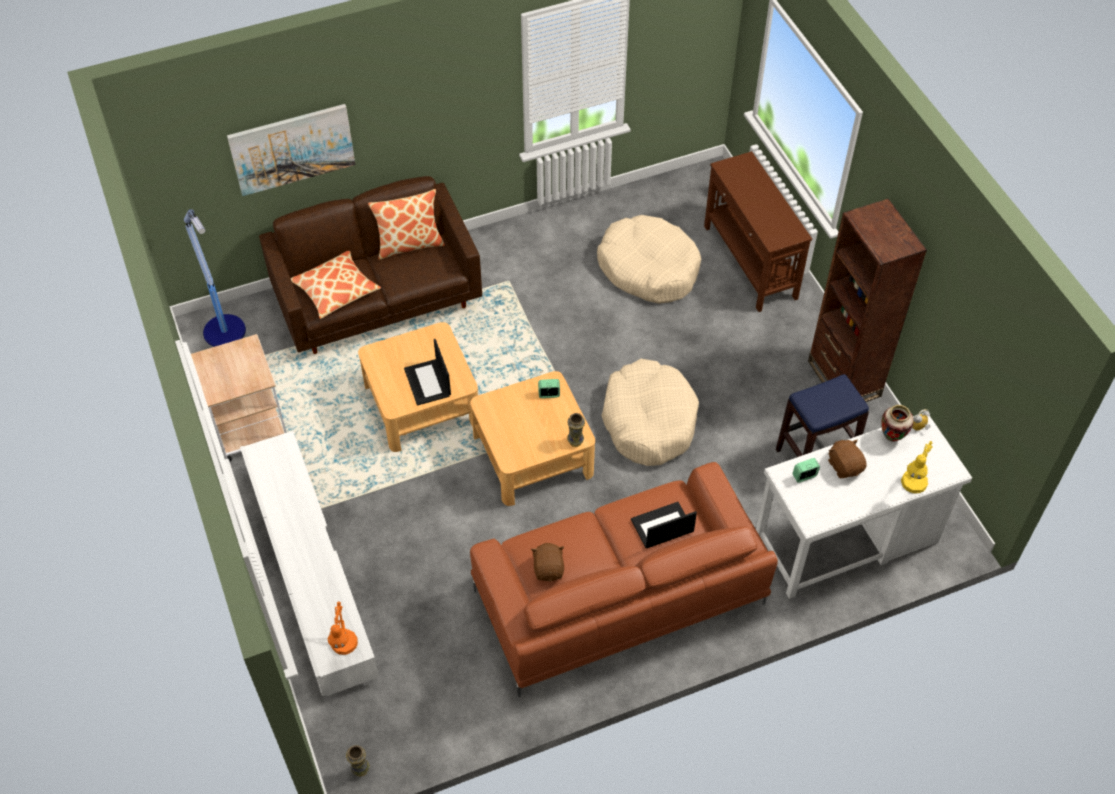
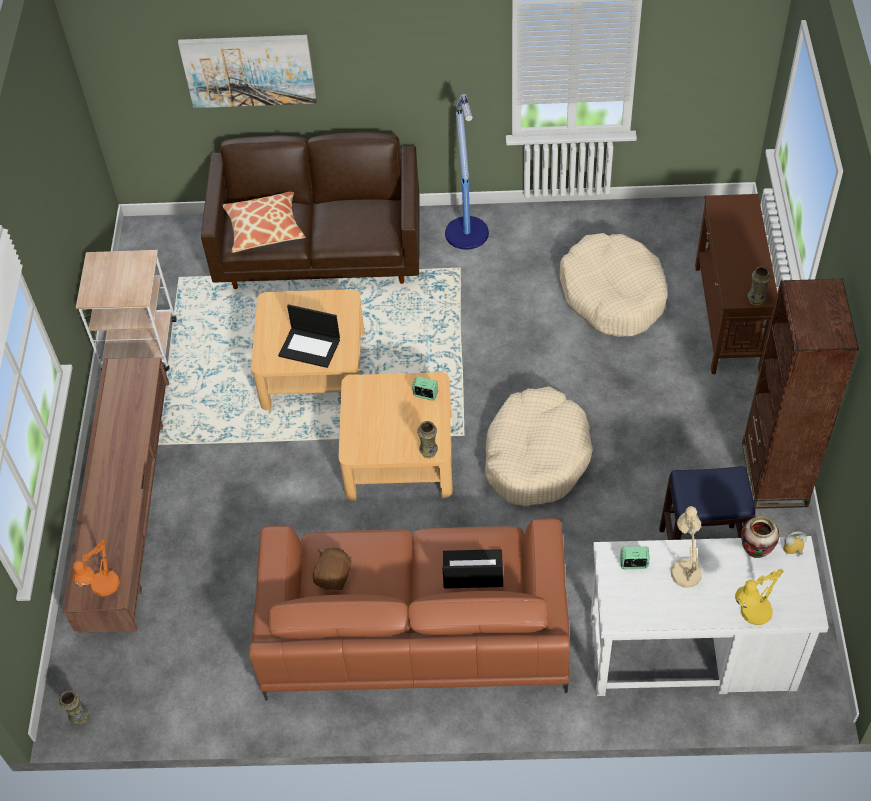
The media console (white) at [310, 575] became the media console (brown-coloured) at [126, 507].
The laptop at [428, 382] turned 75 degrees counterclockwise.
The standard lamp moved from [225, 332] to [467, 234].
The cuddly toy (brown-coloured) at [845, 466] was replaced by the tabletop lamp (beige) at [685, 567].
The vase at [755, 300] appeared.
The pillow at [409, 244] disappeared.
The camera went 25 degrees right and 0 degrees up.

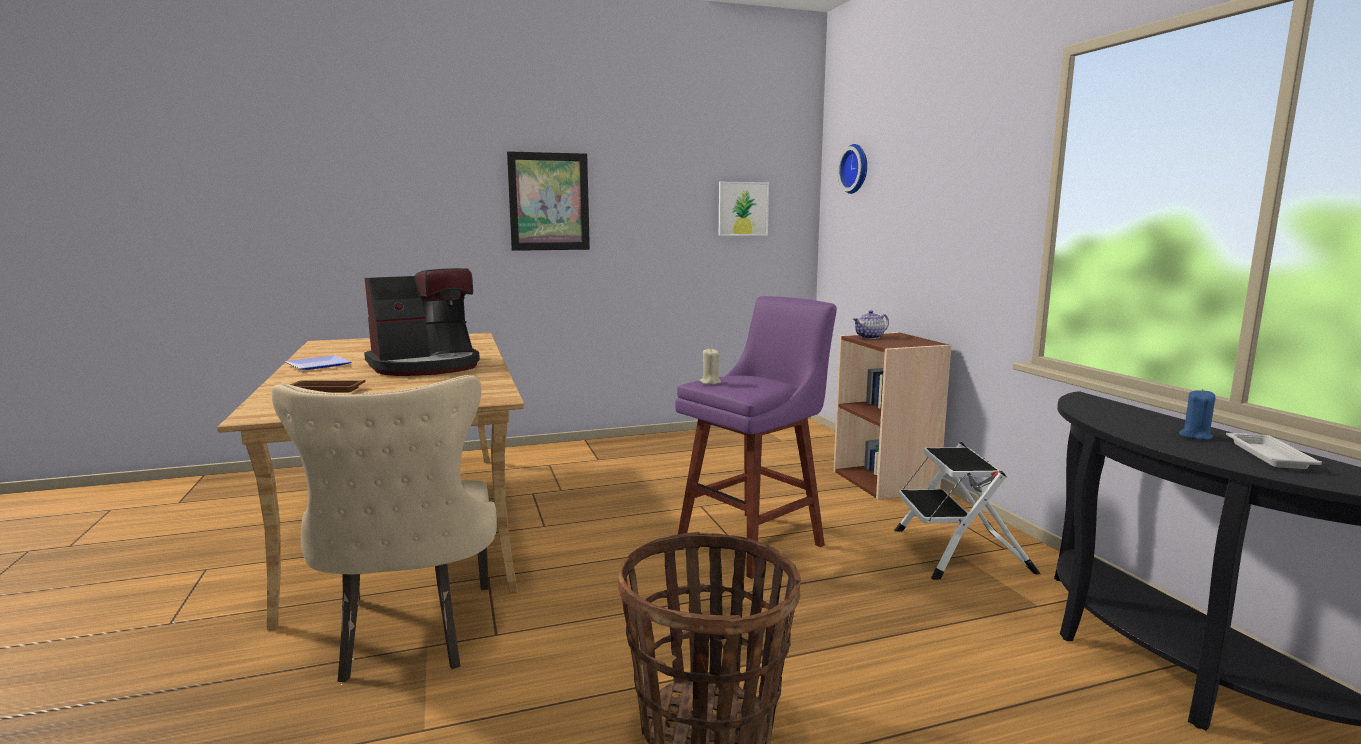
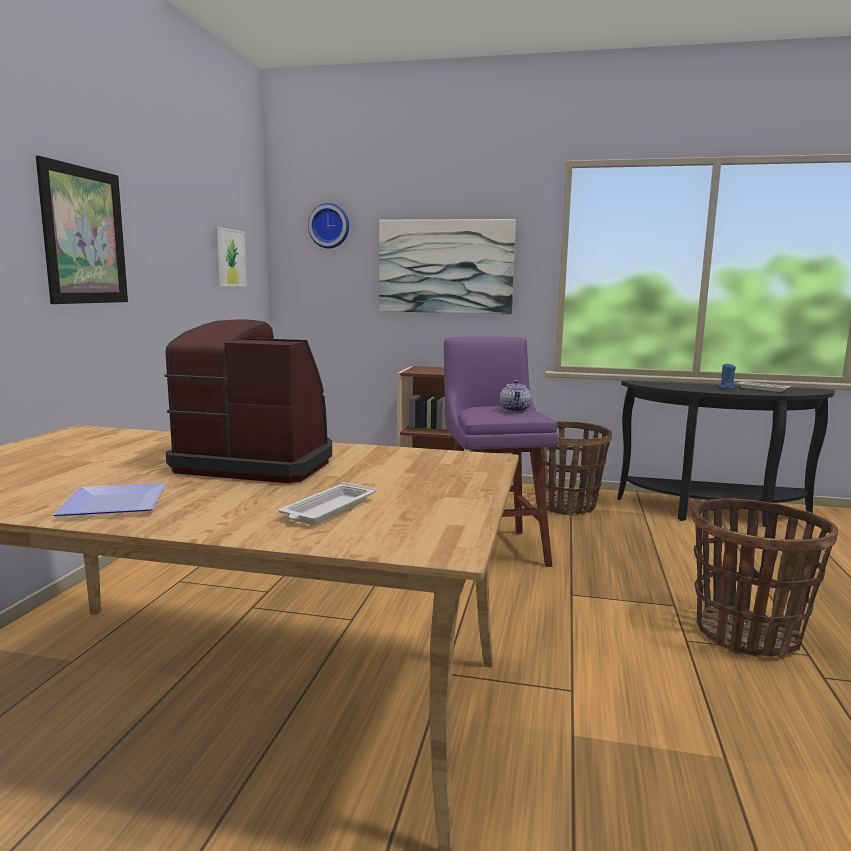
The coffee brewer at [426, 366] turned 75 degrees counterclockwise.
The tray (brown-coloured) at [325, 390] became the tray (white) at [328, 510].
The wall art at [445, 266] appeared.
The pot for tea moved from [870, 337] to [515, 410].
The step stool at [960, 552] was replaced by the storage basket at [566, 505].
The plain chair (beige) at [410, 634] disappeared.
The candle (beige) at [710, 382] disappeared.
The camera went 60 degrees left and 0 degrees up.

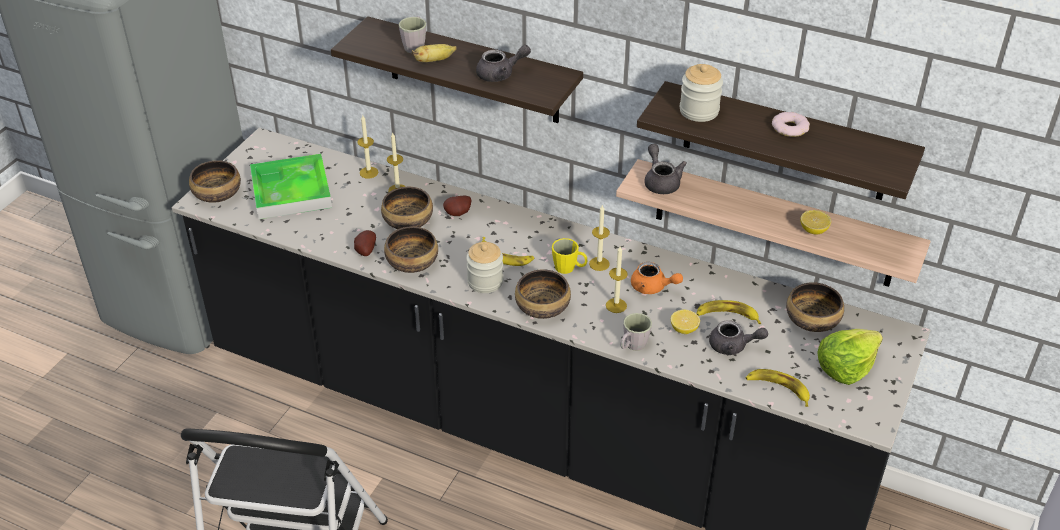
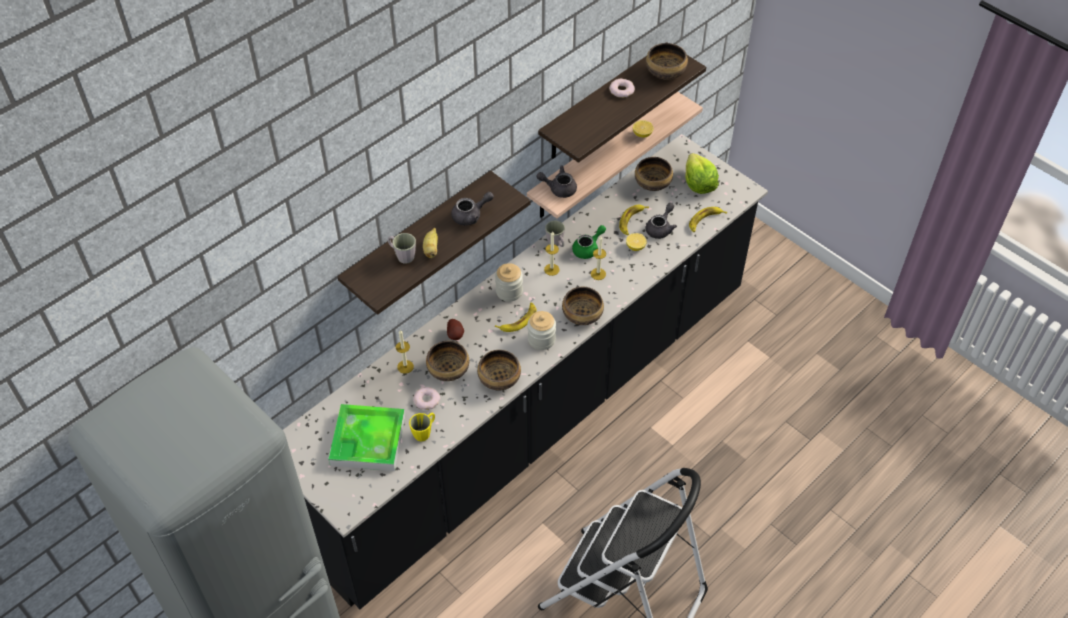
The coffee mug (yellow-coloured) moved from [569, 268] to [424, 432].
The doughnut at [427, 400] appeared.
The pot for tea (gray) at [500, 74] turned 60 degrees clockwise.
The jar moved from [699, 111] to [509, 291].
The coffee mug (gray) moved from [632, 346] to [556, 243].
The pot for tea (orangey) at [652, 287] became the pot for tea (green-coloured) at [588, 249].
The bowl moved from [217, 194] to [665, 72].
The whole potato at [365, 251] disappeared.
The candle at [369, 172] disappeared.
The camera went 70 degrees left and 10 degrees up.

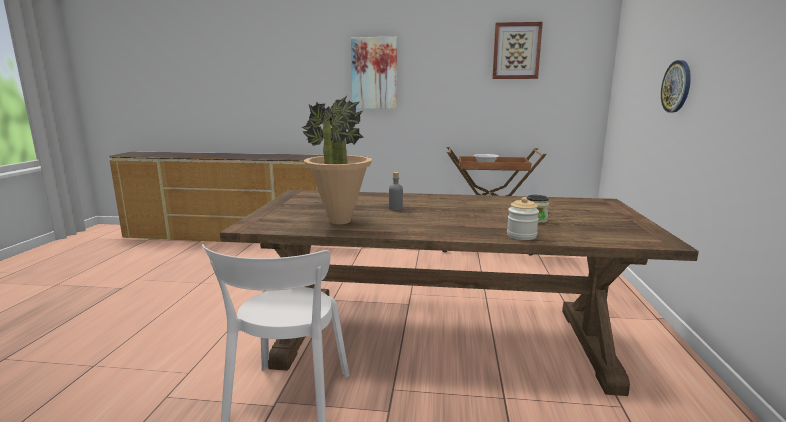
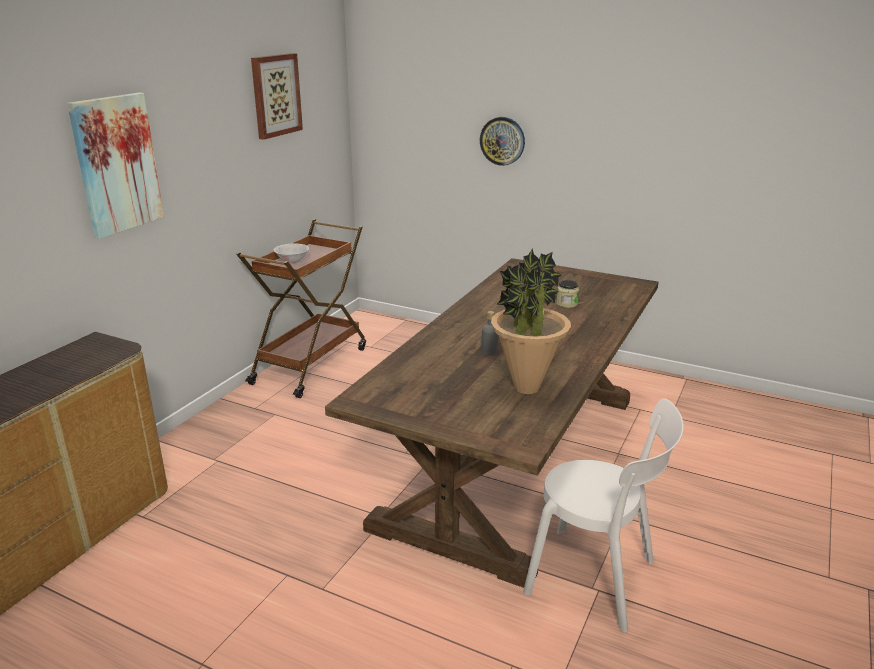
The jar at [521, 236] disappeared.
The camera went 70 degrees left and 10 degrees up.

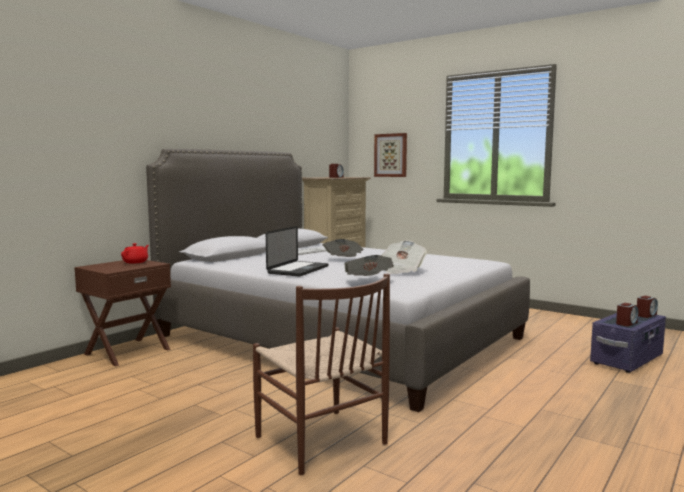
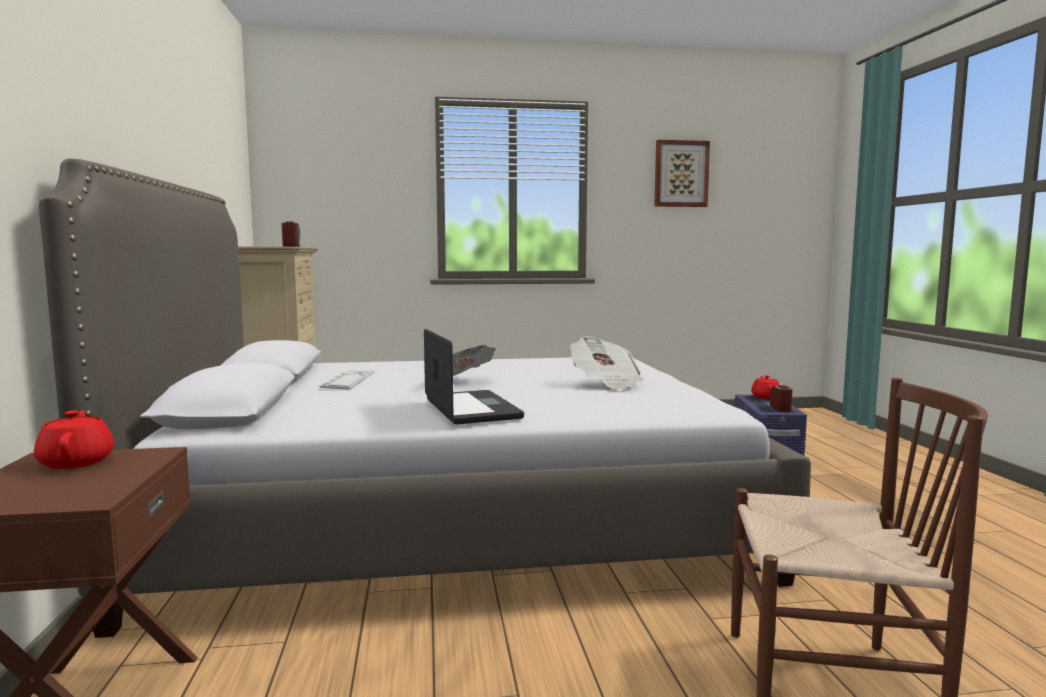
The wall art moved from [391, 155] to [681, 174].
The bedside clock at [646, 315] was replaced by the pot for tea (red) at [765, 397].
The newspaper at [368, 280] disappeared.
The camera went 45 degrees left and 0 degrees up.

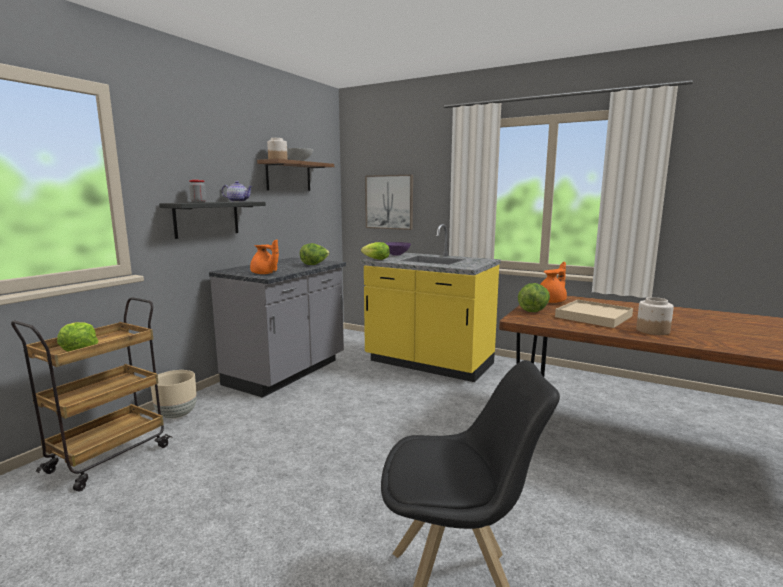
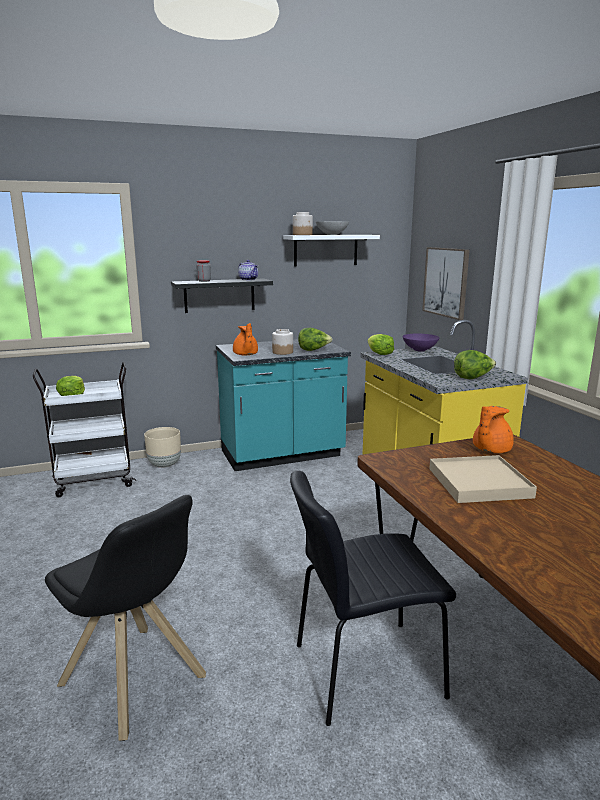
The cart (brown-coloured) at [110, 458] became the cart (white) at [95, 482].
The kitchen base unit (gray) at [287, 373] became the kitchen base unit (blue-green) at [282, 455].
The jar moved from [652, 330] to [282, 352].
The bracket shelf (brown-coloured) at [288, 176] became the bracket shelf (white) at [325, 250].
The plain chair (black-coloured) at [362, 671] appeared.
The lettuce moved from [533, 310] to [473, 378].
The pot for tea (orangey) at [552, 301] turned 135 degrees clockwise.
The camera went 40 degrees right and 5 degrees up.

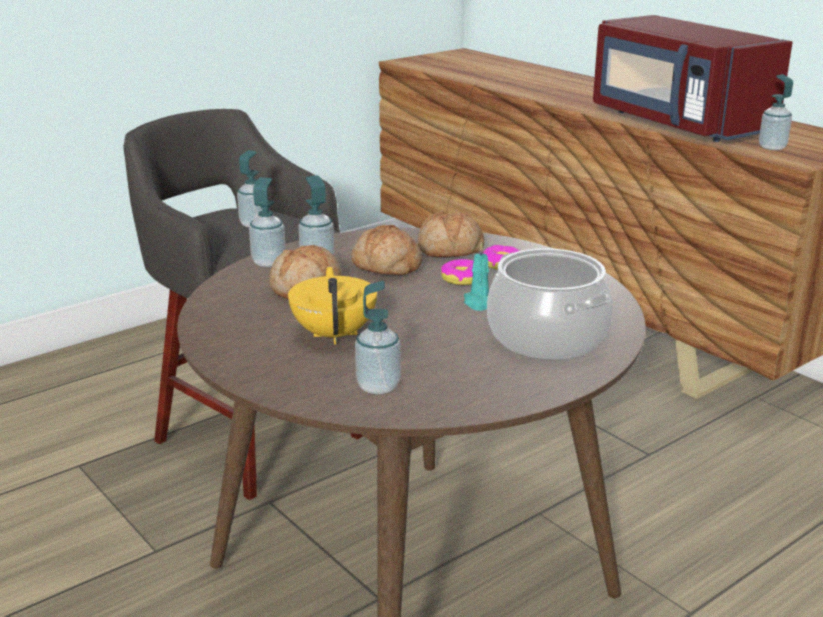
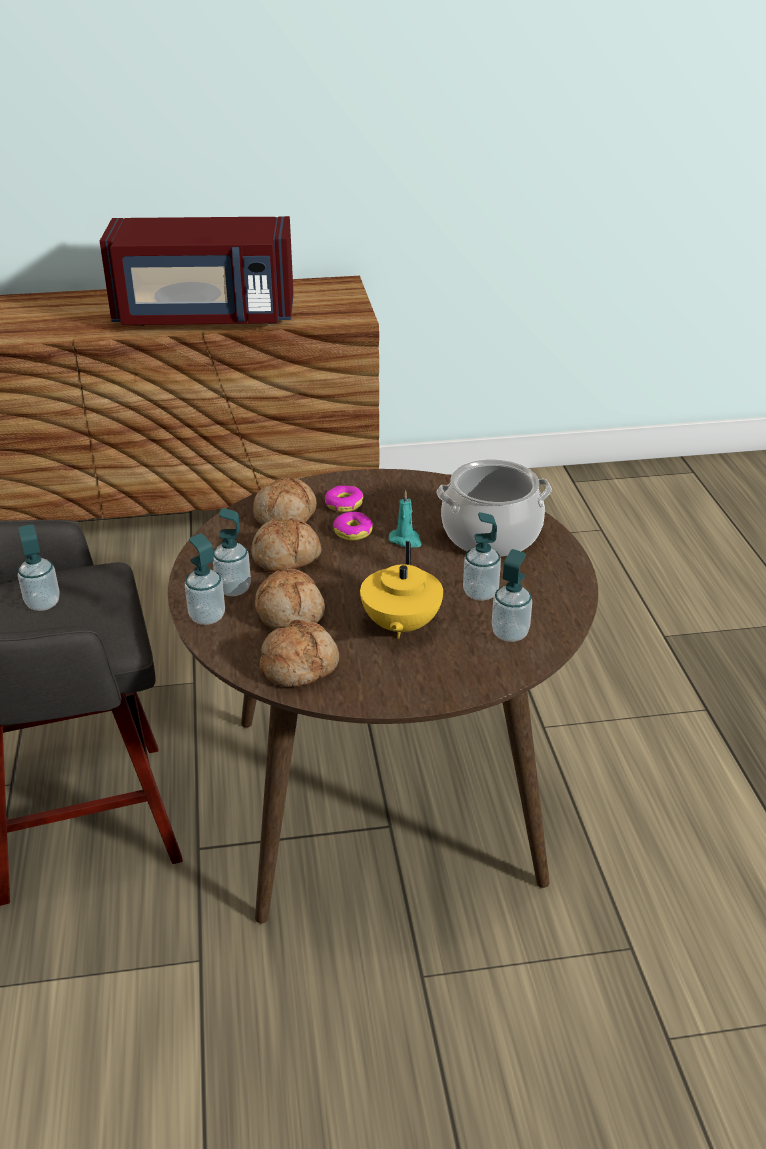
The bread at [299, 665] appeared.
The pot for tea (yellow-coloured) at [335, 334] turned 105 degrees counterclockwise.
The soap bottle moved from [772, 147] to [480, 593].
The camera went 60 degrees left and 10 degrees up.

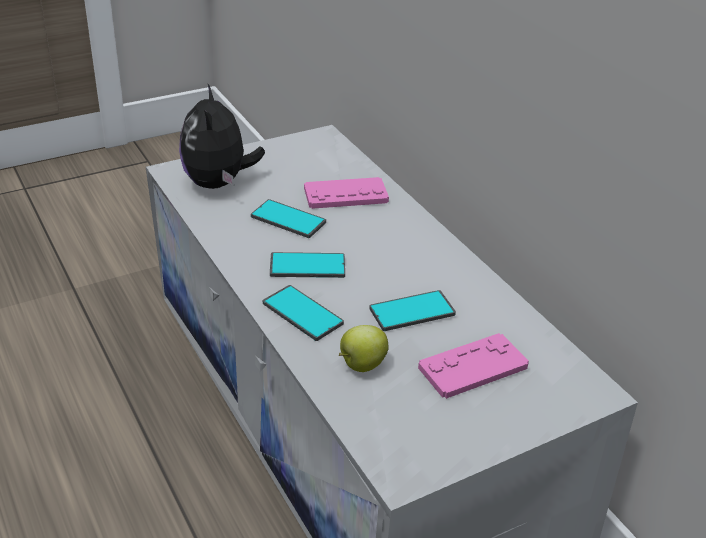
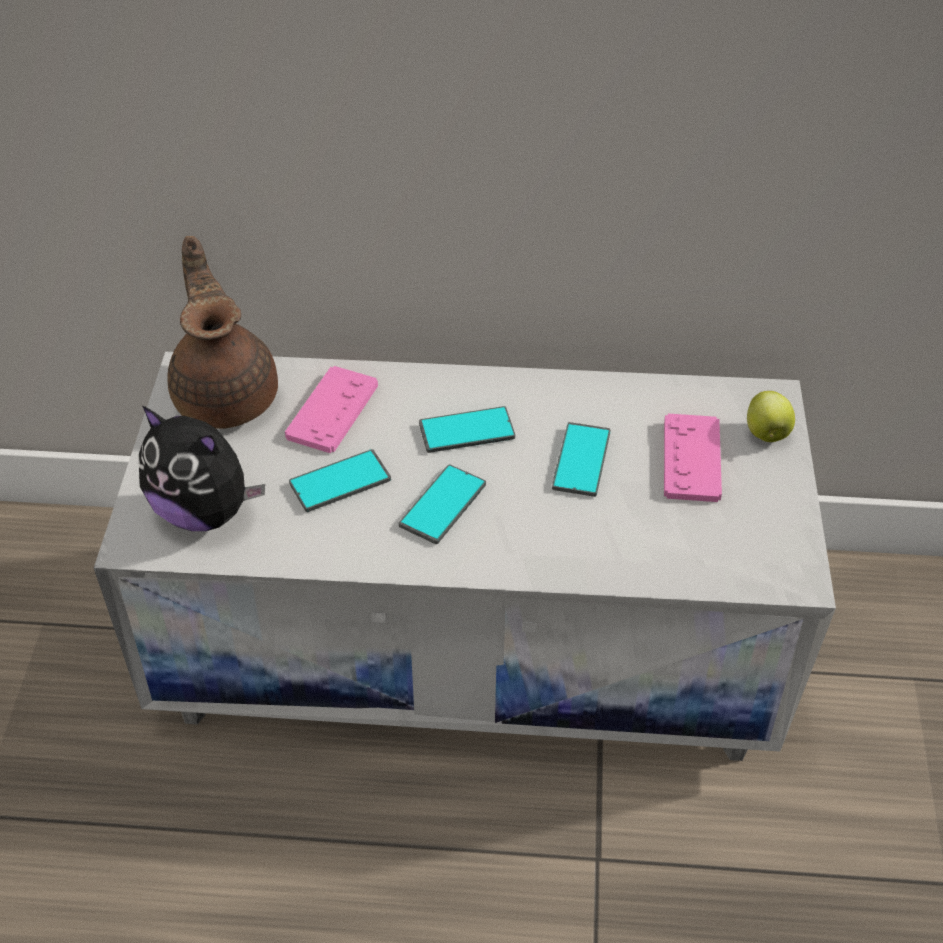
The pot for tea (brown-coloured) at [226, 394] appeared.
The phone moved from [302, 313] to [466, 431].
The whole apple moved from [361, 365] to [767, 434].
The camera went 55 degrees left and 10 degrees up.

